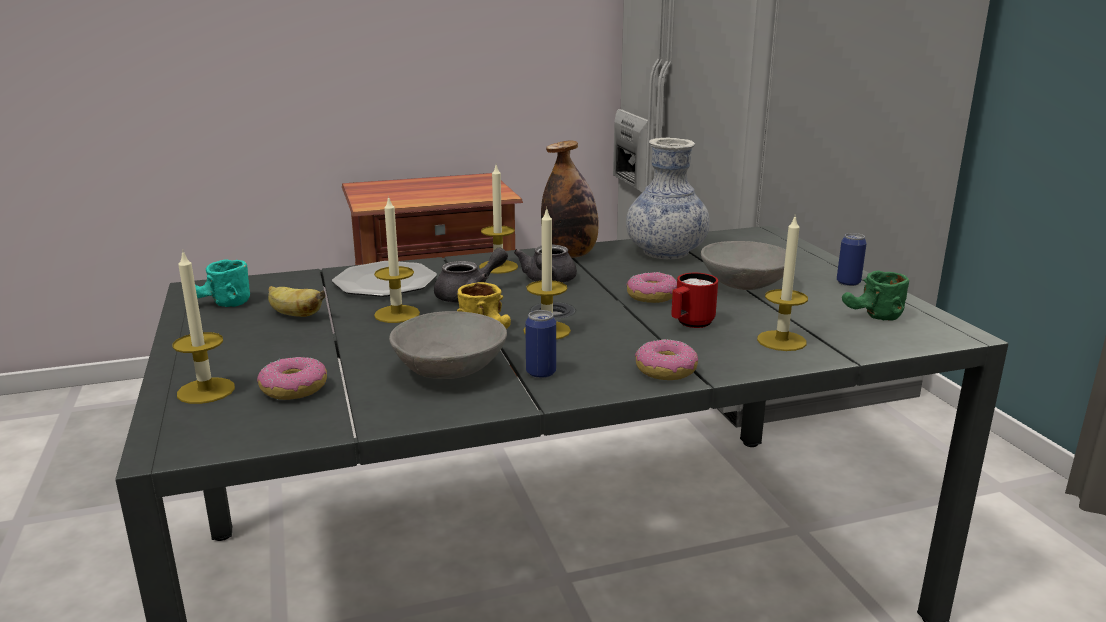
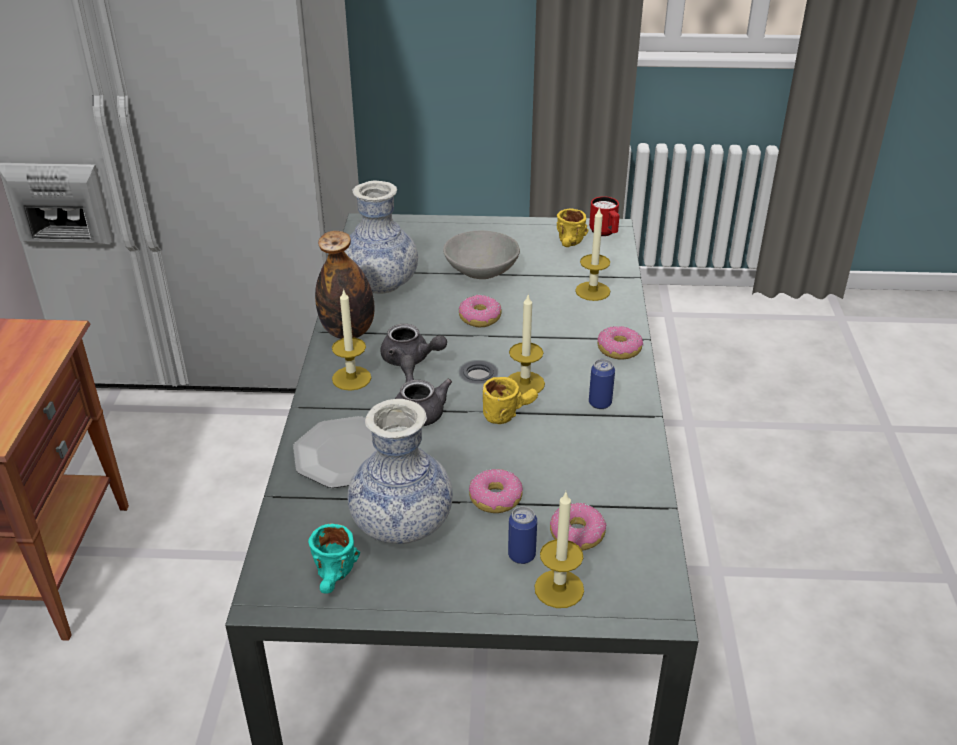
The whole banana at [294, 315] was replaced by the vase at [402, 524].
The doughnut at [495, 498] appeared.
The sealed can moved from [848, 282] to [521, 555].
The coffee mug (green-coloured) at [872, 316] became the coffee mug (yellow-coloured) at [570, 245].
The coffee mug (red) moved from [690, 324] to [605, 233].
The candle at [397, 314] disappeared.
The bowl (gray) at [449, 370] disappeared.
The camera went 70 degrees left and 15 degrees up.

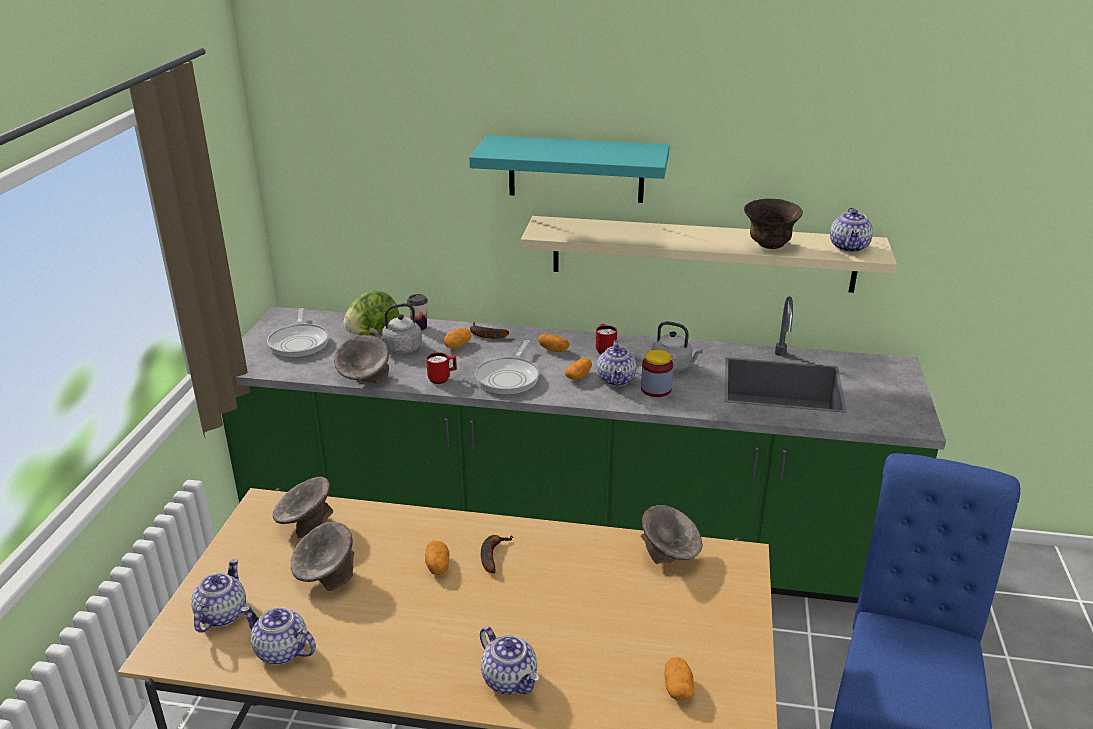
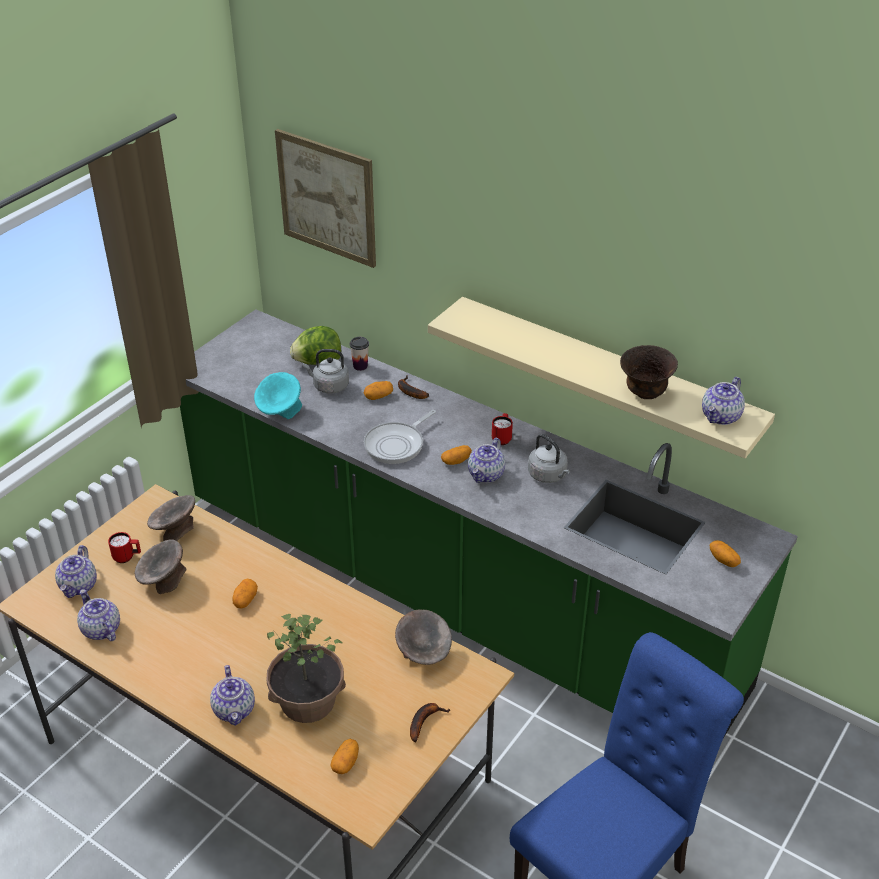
The pot for tea at [221, 614] turned 150 degrees clockwise.
The coffee mug (red) moved from [442, 379] to [127, 557].
The bowl (gray) at [365, 380] became the bowl (blue-green) at [280, 412].
The potted plant at [308, 702] appeared.
The wall art at [327, 198] appeared.
The whole banana moved from [491, 554] to [424, 721].
The whole potato moved from [553, 349] to [723, 560].
The skillet at [299, 342] disappeared.
The bracket shelf (blue-green) at [576, 169] disappeared.
The jar at [656, 389] disappeared.
The camera went 25 degrees right and 10 degrees up.

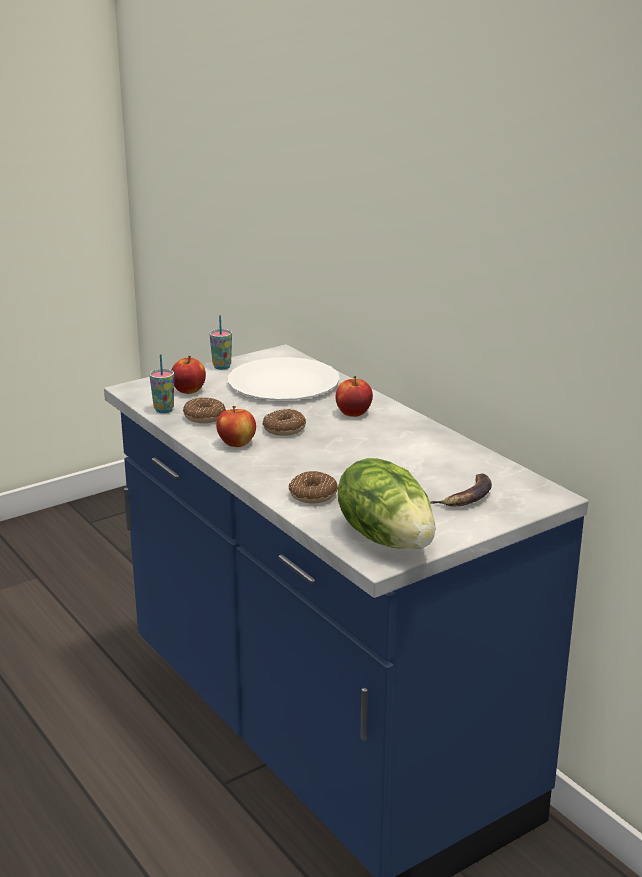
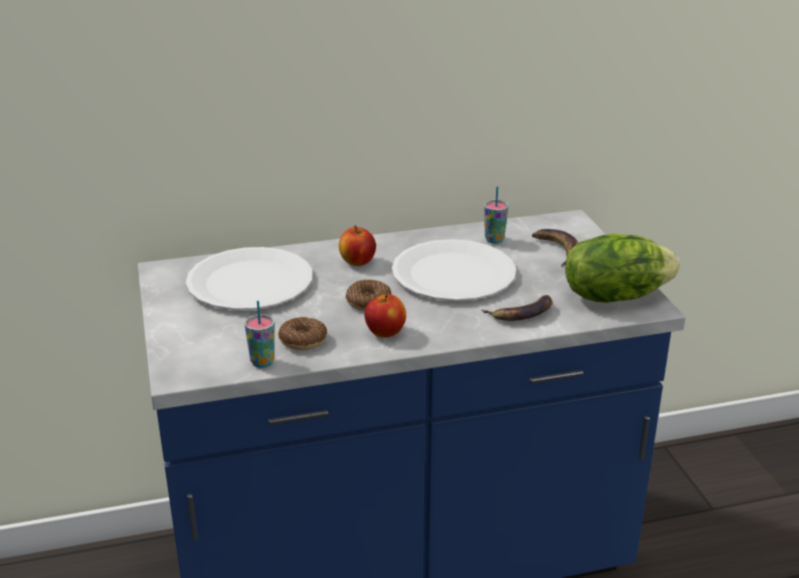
The dinner plate (white) at [453, 274] appeared.
The doughnut at [313, 495] was replaced by the whole banana at [522, 313].
The cup moved from [222, 367] to [494, 240].
The whole apple at [189, 391] disappeared.
The camera went 70 degrees left and 5 degrees up.

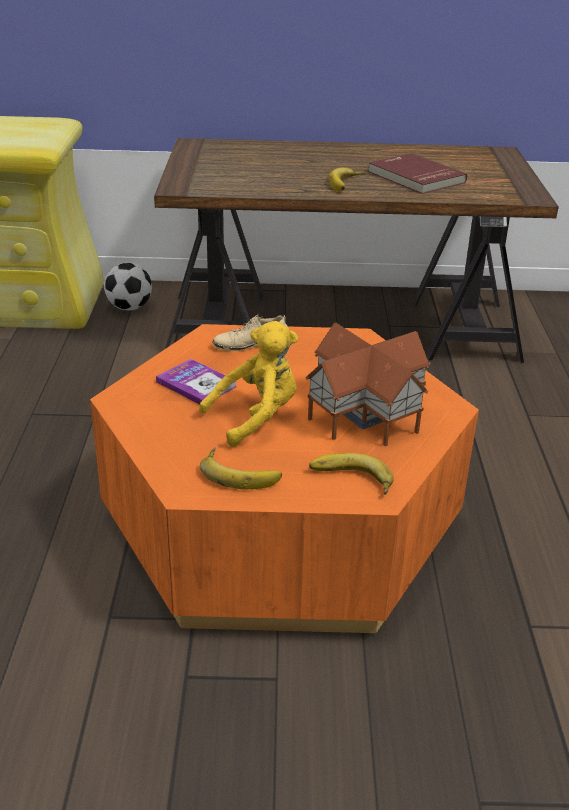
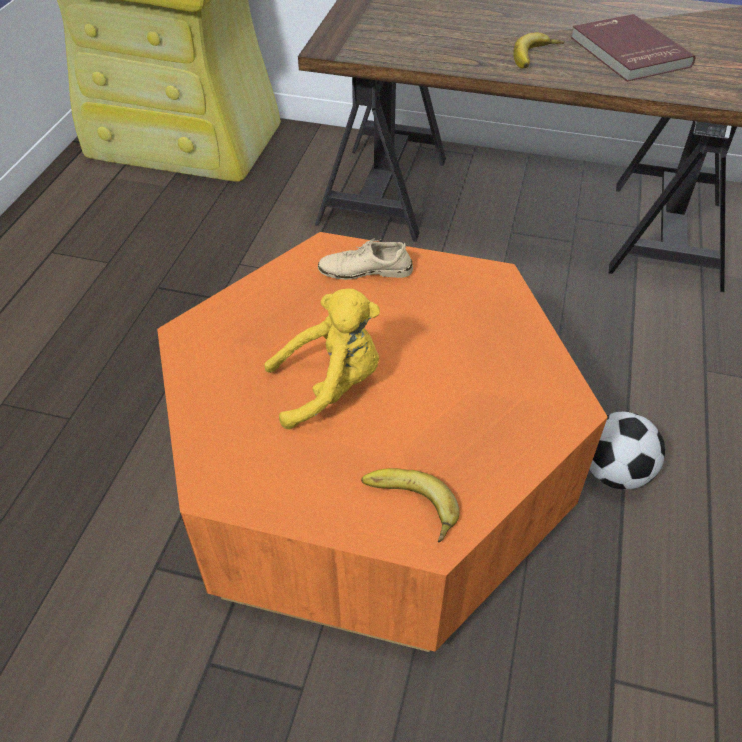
The football moved from [129, 308] to [615, 473].
The bound book at [196, 384] disappeared.
The whole banana at [241, 473] disappeared.
The miniature house at [365, 411] disappeared.
The camera went 15 degrees right and 15 degrees up.

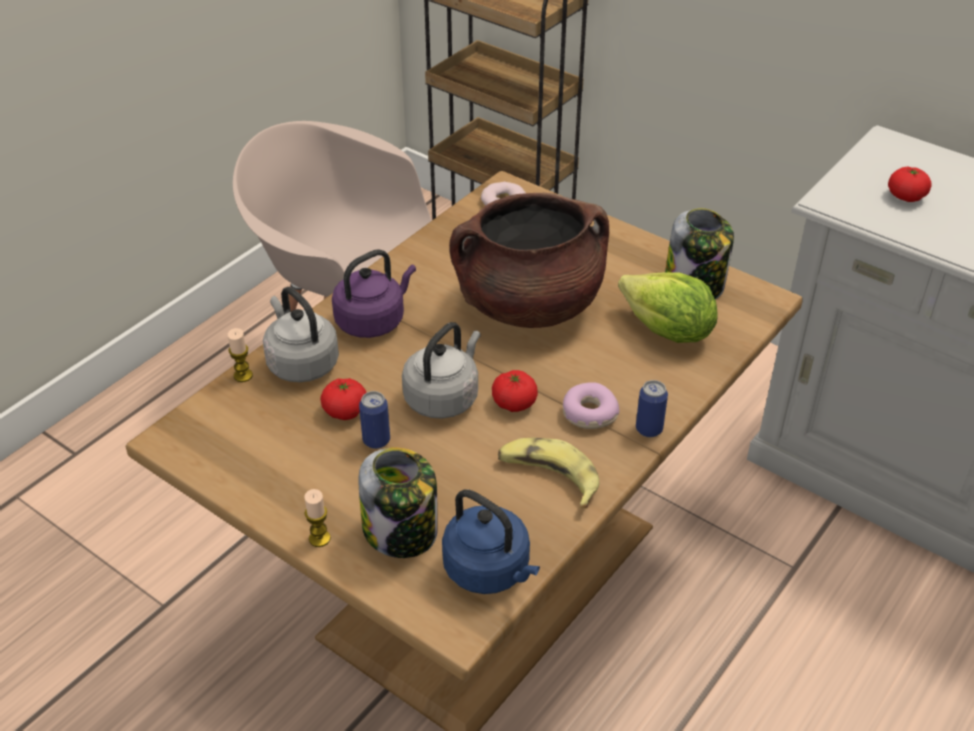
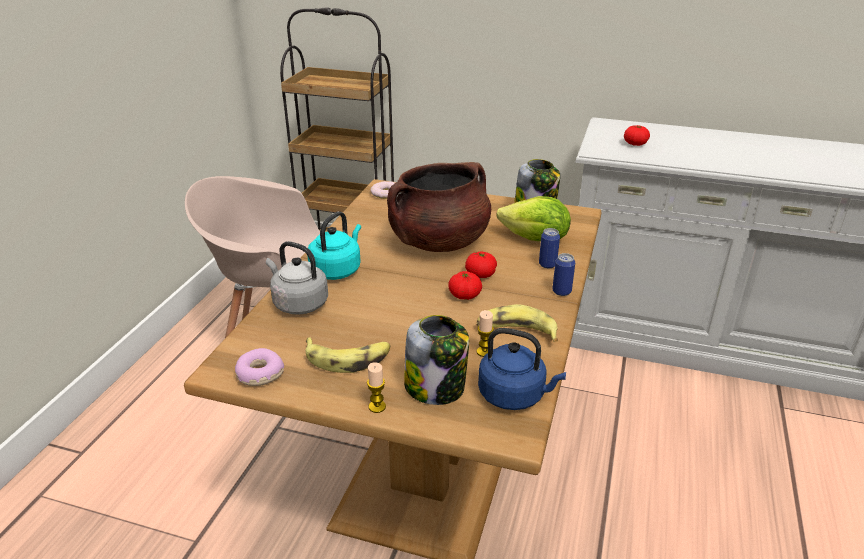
The doughnut moved from [589, 413] to [259, 374].
The whole banana at [348, 358] appeared.
The water kettle (purplish) at [373, 321] became the water kettle (blue-green) at [337, 270].
The tomato moved from [345, 411] to [480, 274].
The candle moved from [243, 375] to [484, 352].
The sealed can moved from [376, 440] to [547, 264].
The water kettle (gray) at [444, 397] disappeared.
The camera went 20 degrees left and 10 degrees down.

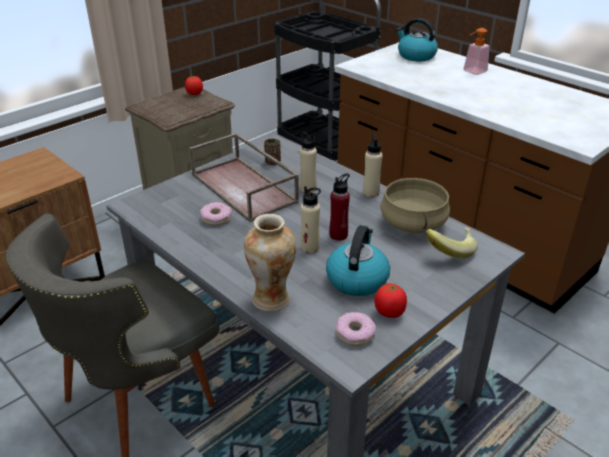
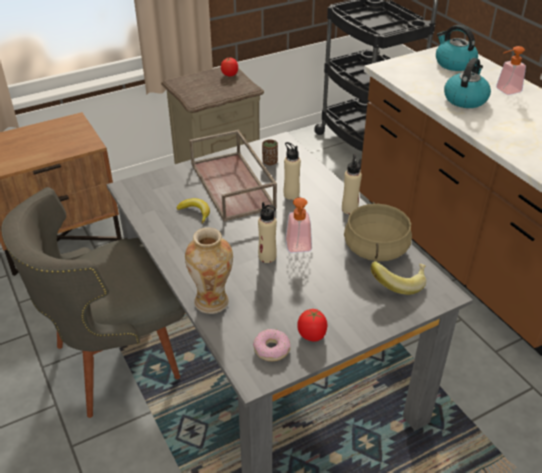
The doughnut at [216, 218] was replaced by the whole banana at [195, 212].
The drink bottle (red) at [338, 235] was replaced by the soap bottle at [299, 249].
The water kettle moved from [357, 279] to [465, 99].
The camera went 15 degrees right and 5 degrees up.

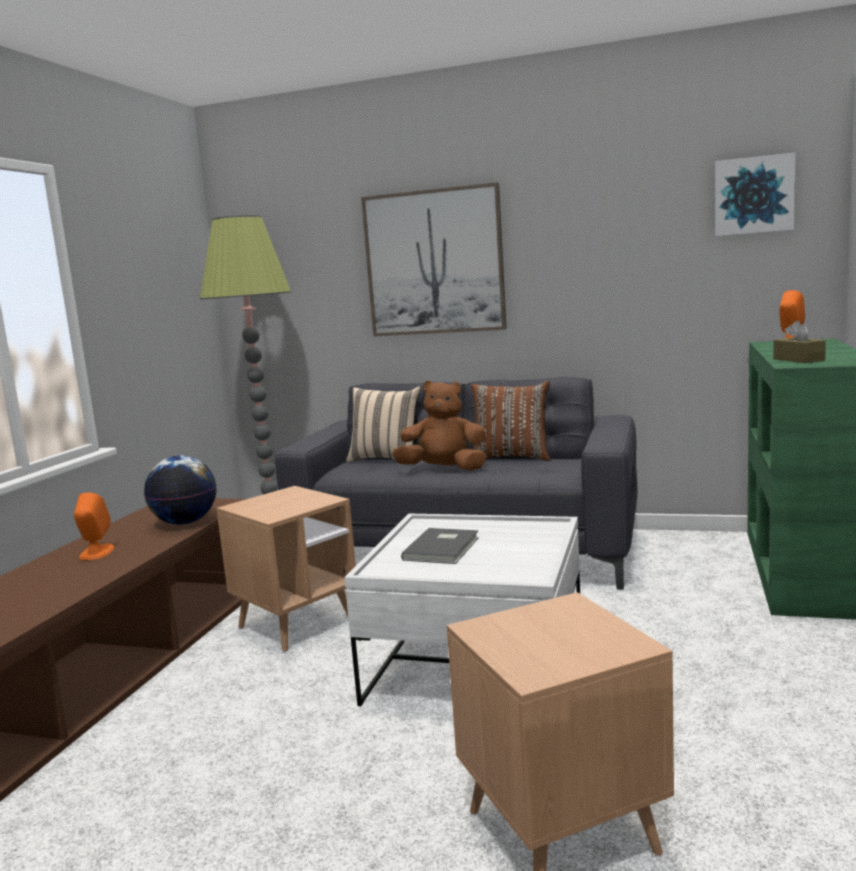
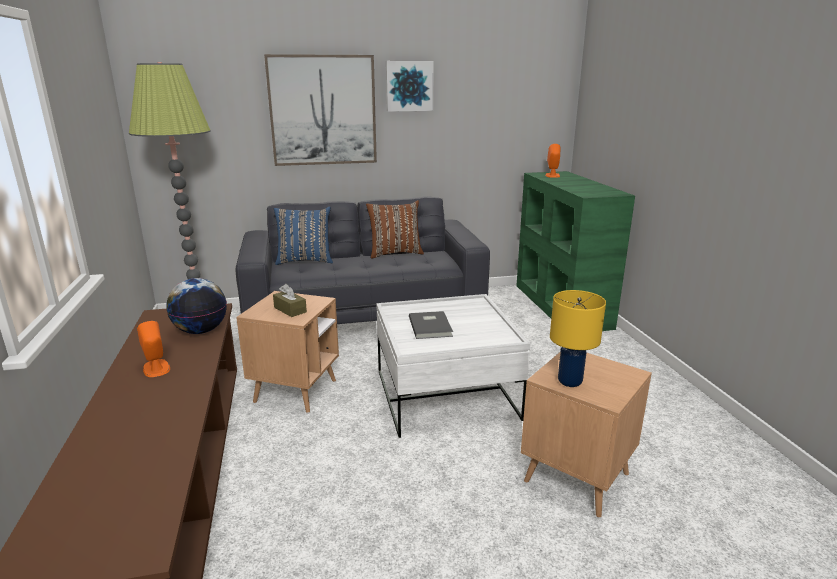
The tissue box (brown-coloured) moved from [798, 360] to [290, 310].
The pillow (beige) at [386, 459] became the pillow (bluish) at [305, 260].
The wall art moved from [753, 195] to [409, 86].
The tabletop lamp (yellow-coloured) at [569, 382] appeared.
The cuddly toy (brown-coloured) at [444, 470] disappeared.
The camera went 30 degrees left and 10 degrees up.

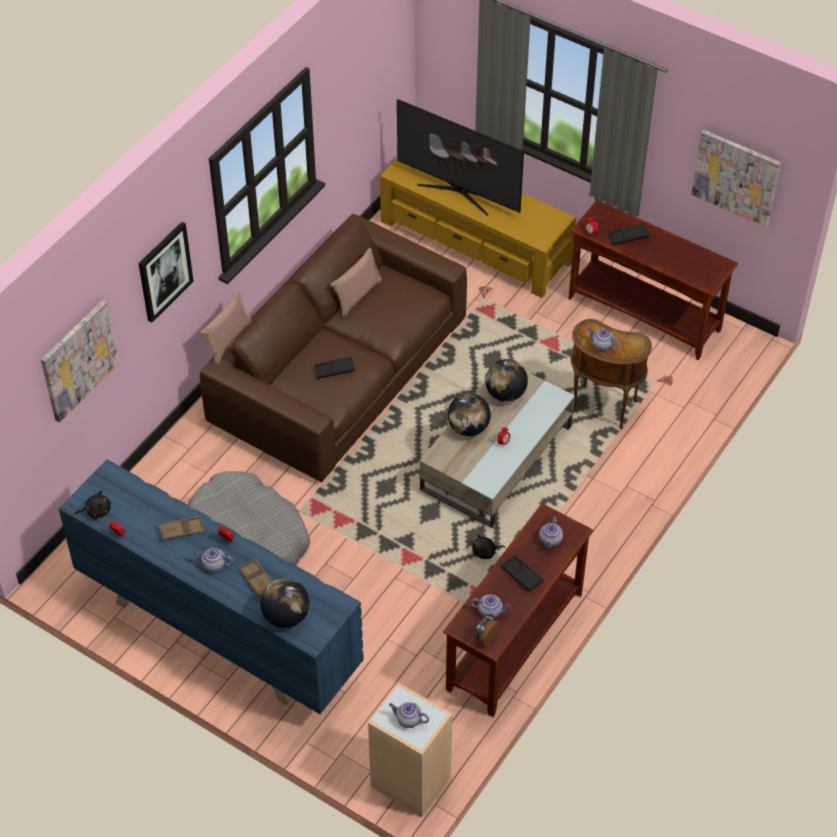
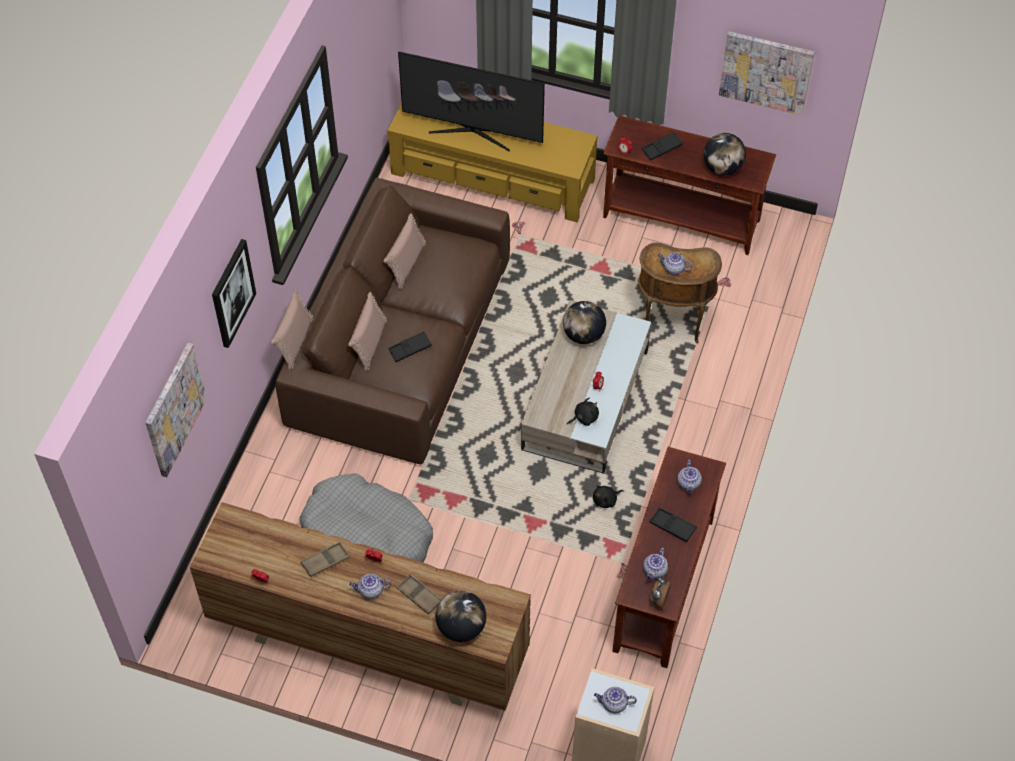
The cabinet (bluish) at [217, 631] became the cabinet (brown-coloured) at [367, 646].
The pillow (beige) at [369, 343] appeared.
The cuddly toy (black-coloured) moved from [96, 511] to [584, 417].
The pot for tea at [490, 611] turned 120 degrees clockwise.
The desk globe moved from [468, 428] to [722, 168].
The camera went 15 degrees left and 5 degrees up.

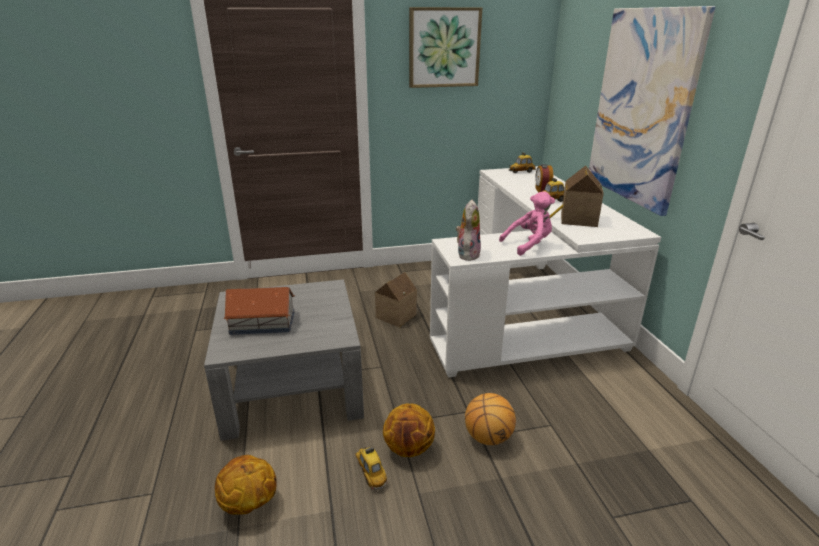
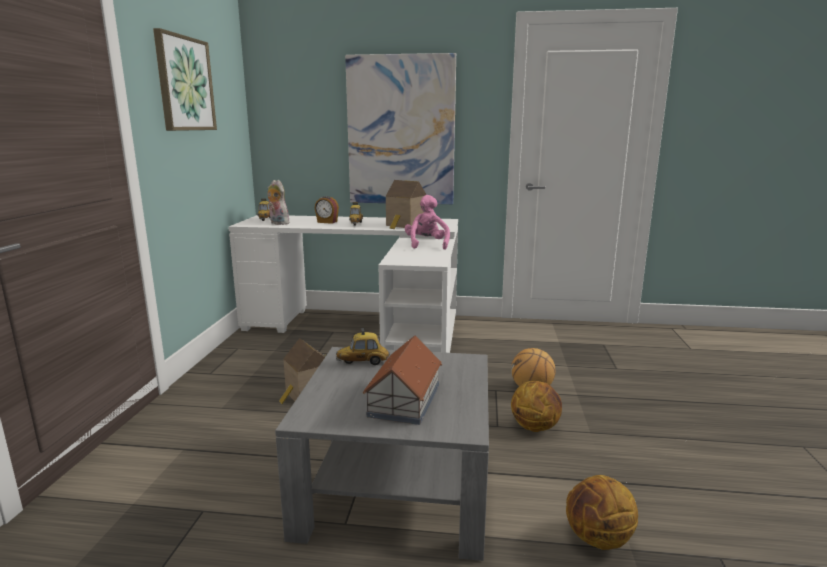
The cuddly toy moved from [467, 254] to [277, 223].
The miniature car moved from [370, 473] to [363, 362].
The camera went 70 degrees left and 10 degrees down.

